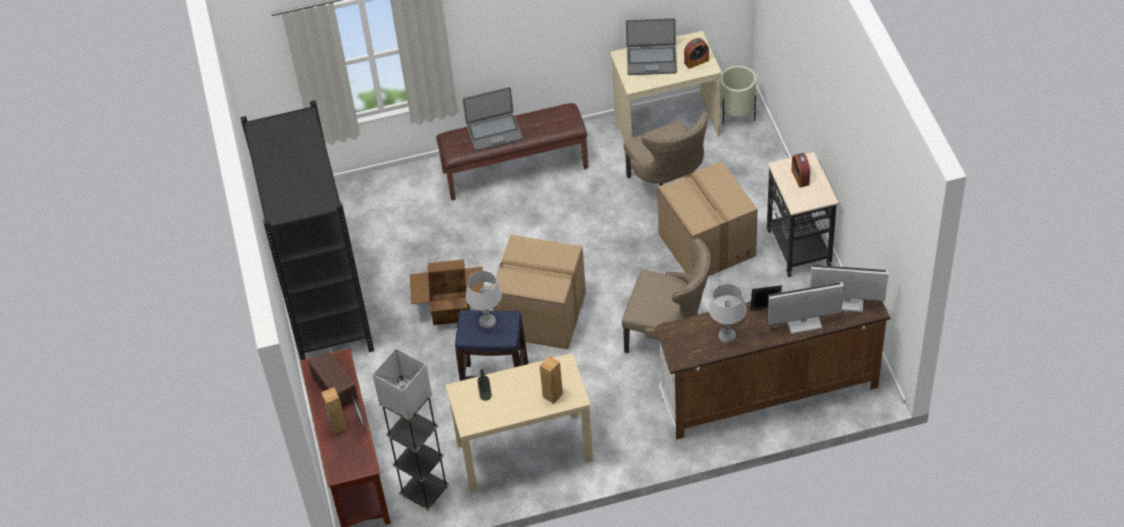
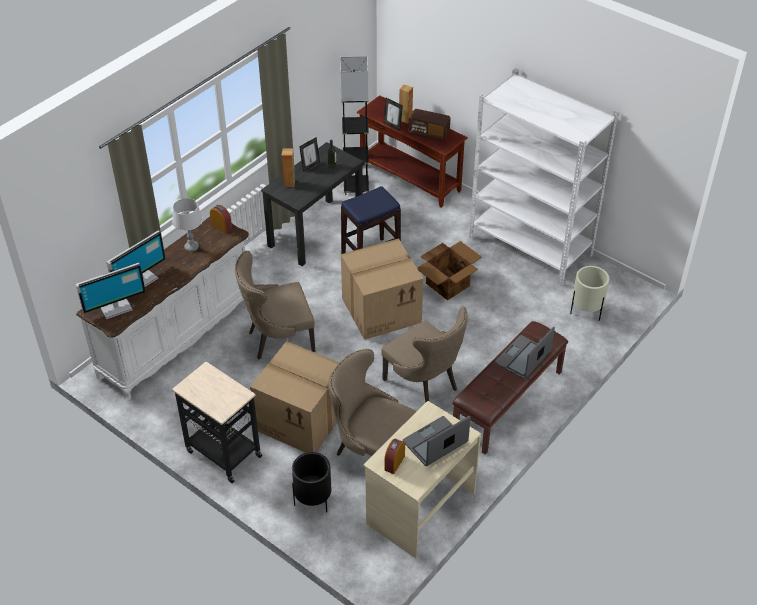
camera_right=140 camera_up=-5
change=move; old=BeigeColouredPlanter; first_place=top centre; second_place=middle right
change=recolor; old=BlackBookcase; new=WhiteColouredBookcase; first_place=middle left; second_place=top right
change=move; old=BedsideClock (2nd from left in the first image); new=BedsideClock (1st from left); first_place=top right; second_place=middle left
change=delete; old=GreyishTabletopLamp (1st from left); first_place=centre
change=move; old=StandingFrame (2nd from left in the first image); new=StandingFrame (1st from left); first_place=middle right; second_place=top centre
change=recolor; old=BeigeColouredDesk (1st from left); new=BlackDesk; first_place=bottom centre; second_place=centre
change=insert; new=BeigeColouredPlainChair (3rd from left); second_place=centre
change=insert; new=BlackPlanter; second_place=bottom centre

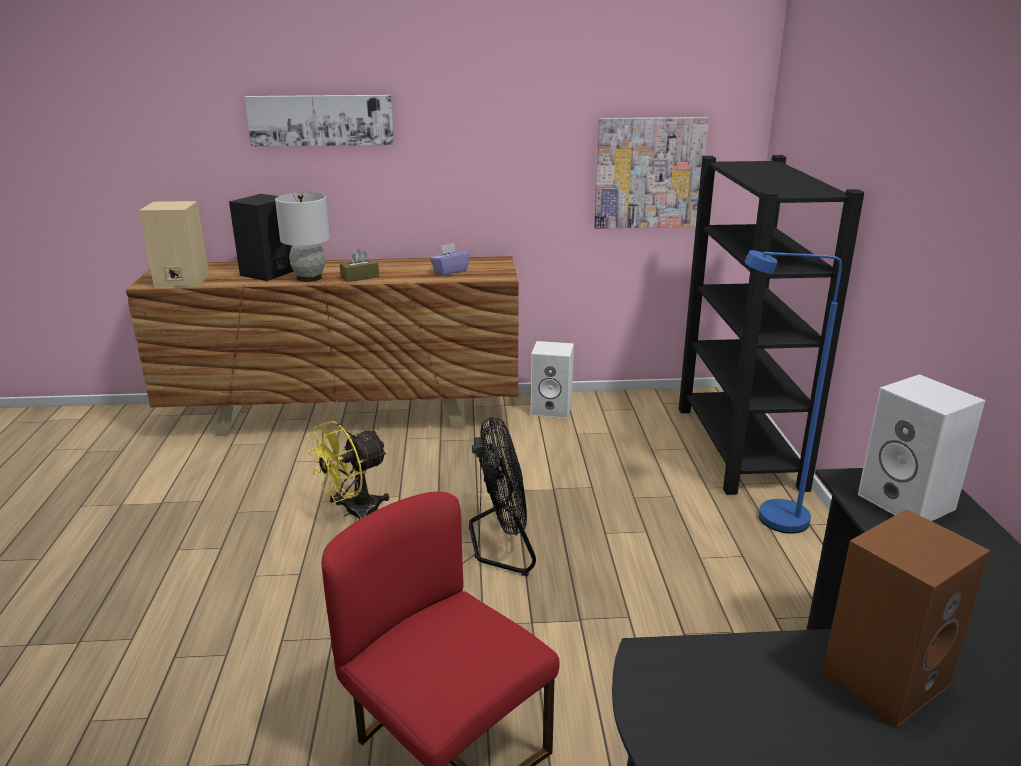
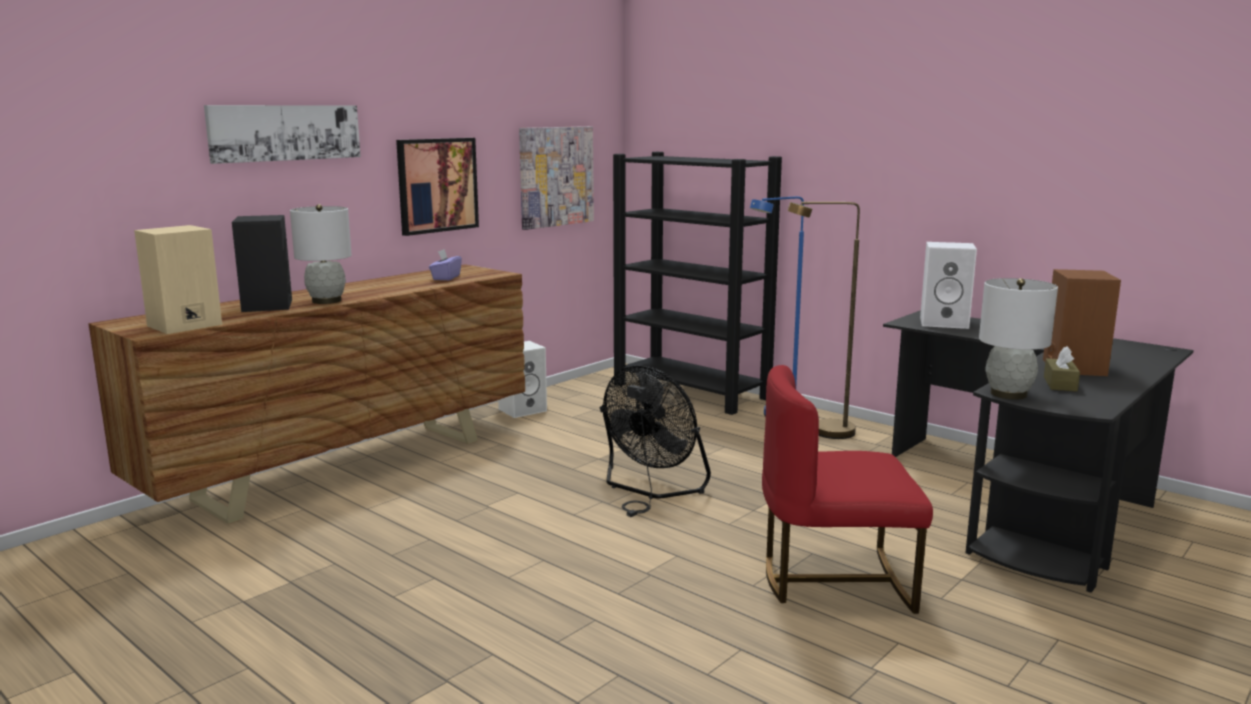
camera_right=-45 camera_up=-10
change=move; old=BrownTissueBox; first_place=centre; second_place=middle right
change=delete; old=YellowColouredFan; first_place=centre
change=insert; new=Picture (2nd from left); second_place=top centre
change=insert; new=BrownStandingLamp; second_place=centre
change=insert; new=WhiteColouredTabletopLamp (2nd from left); second_place=middle right

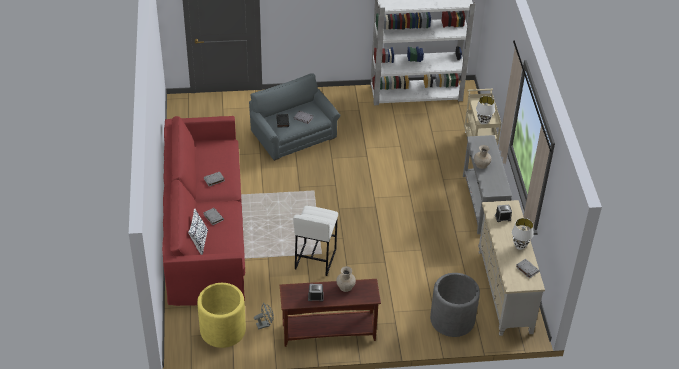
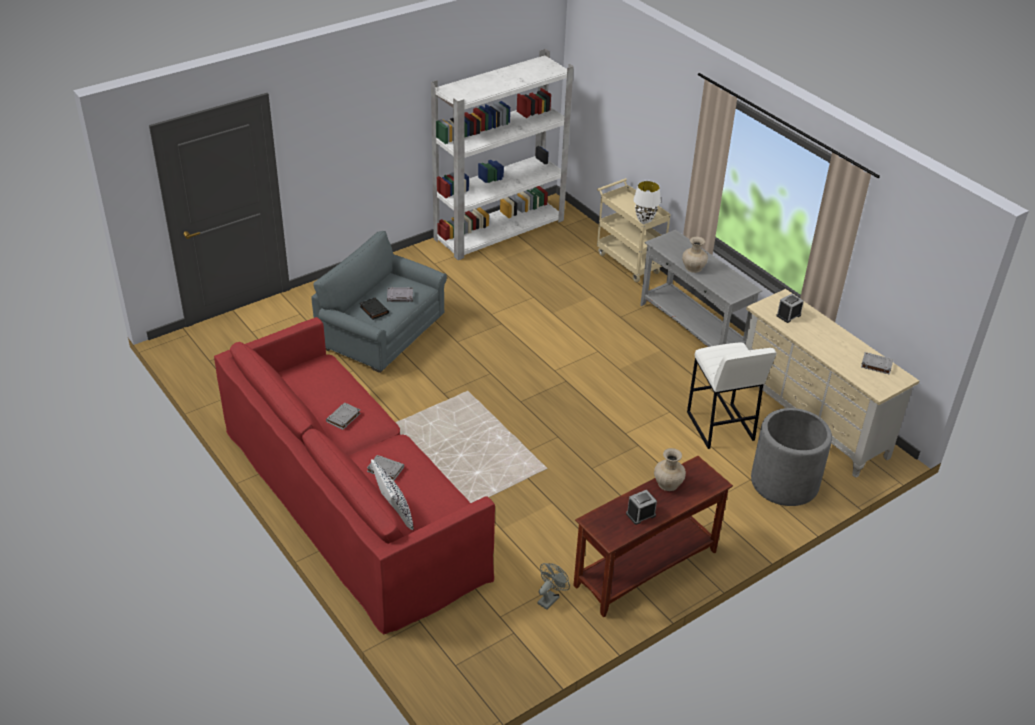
camera_right=-30 camera_up=-5
change=move; old=WhiteColouredStool; first_place=centre; second_place=middle right
change=delete; old=WhiteColouredTabletopLamp (2nd from left); first_place=middle right
change=delete; old=YellowColouredPlanter; first_place=bottom left

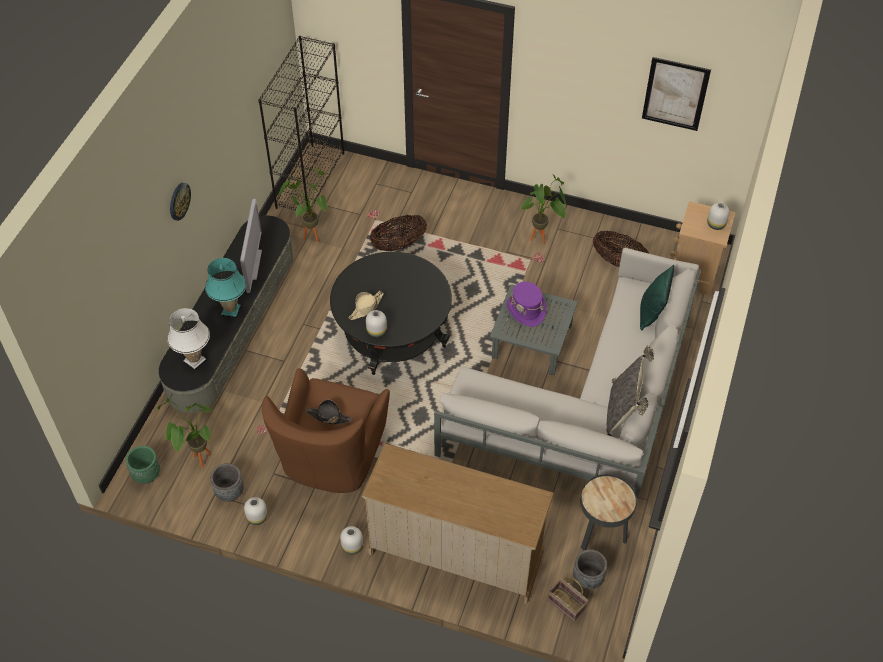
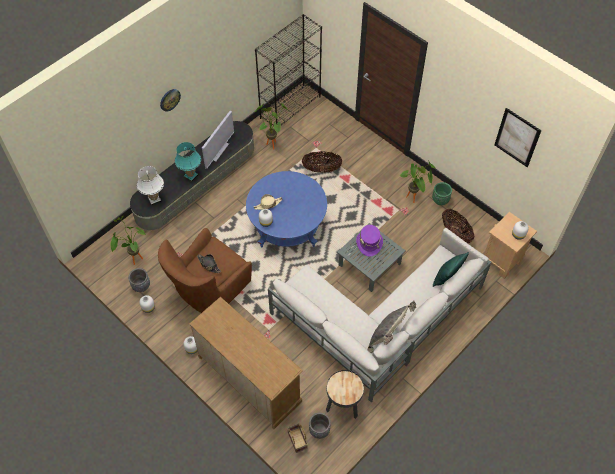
camera_right=25 camera_up=5
change=recolor; old=BlackLoungeTable; new=BlueColouredLoungeTable; first_place=centre; second_place=centre
change=move; old=GreenPlanter; first_place=bottom left; second_place=middle right

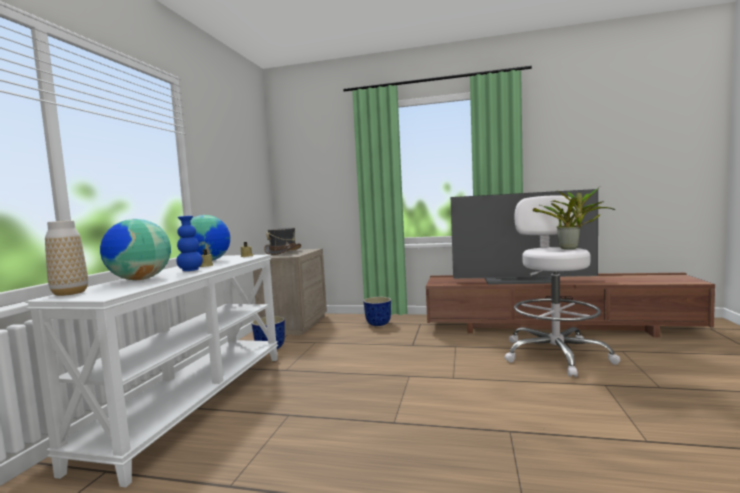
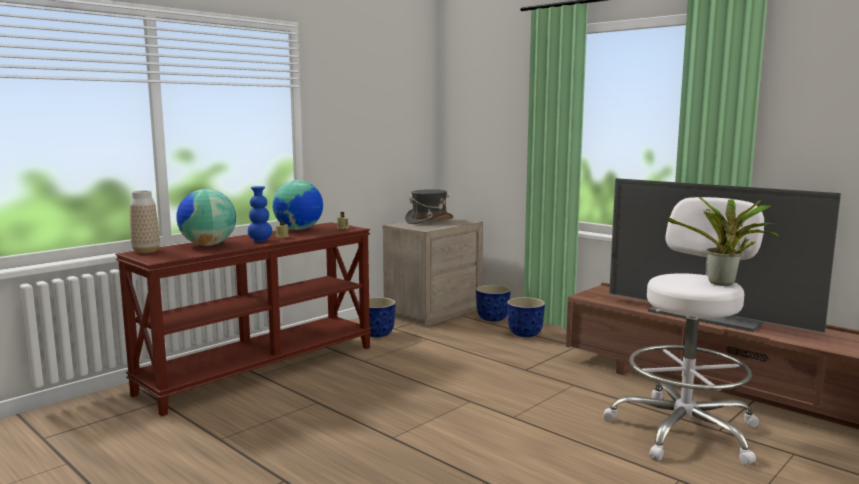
camera_right=30 camera_up=5
change=recolor; old=WhiteColouredConsoleTable; new=BrownConsoleTable; first_place=bottom left; second_place=middle left
change=insert; new=Planter (2nd from left); second_place=centre

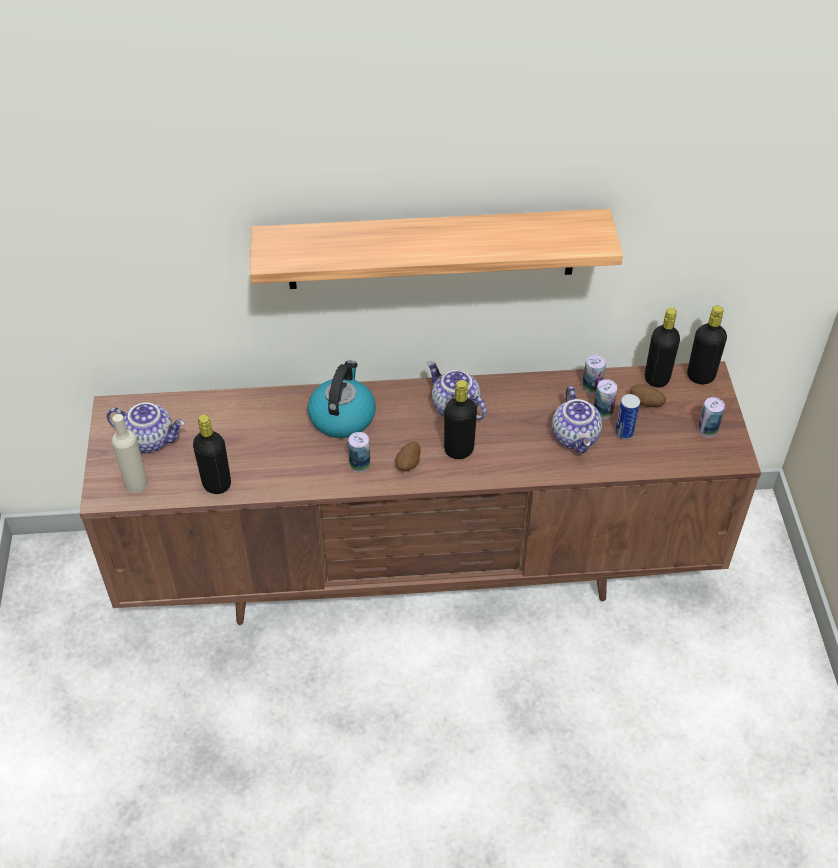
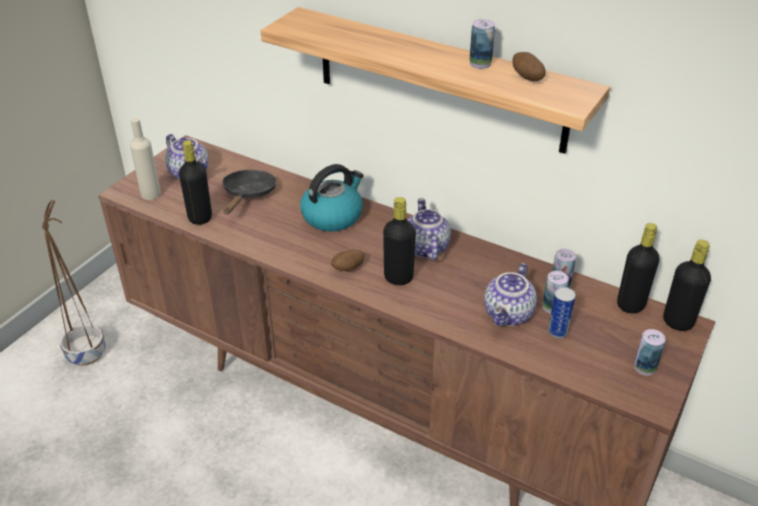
camera_right=35 camera_up=-10
change=move; old=WholePotato (2nd from left); first_place=middle right; second_place=top right
change=move; old=SealedCan (1st from left); first_place=centre; second_place=top centre
change=insert; new=BlackFryingPan; second_place=middle left
change=insert; new=BrownPlanter; second_place=middle left

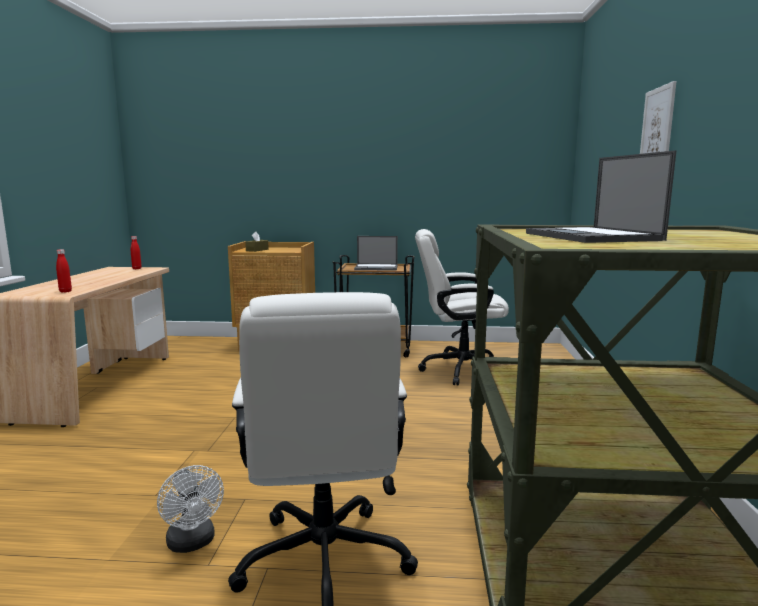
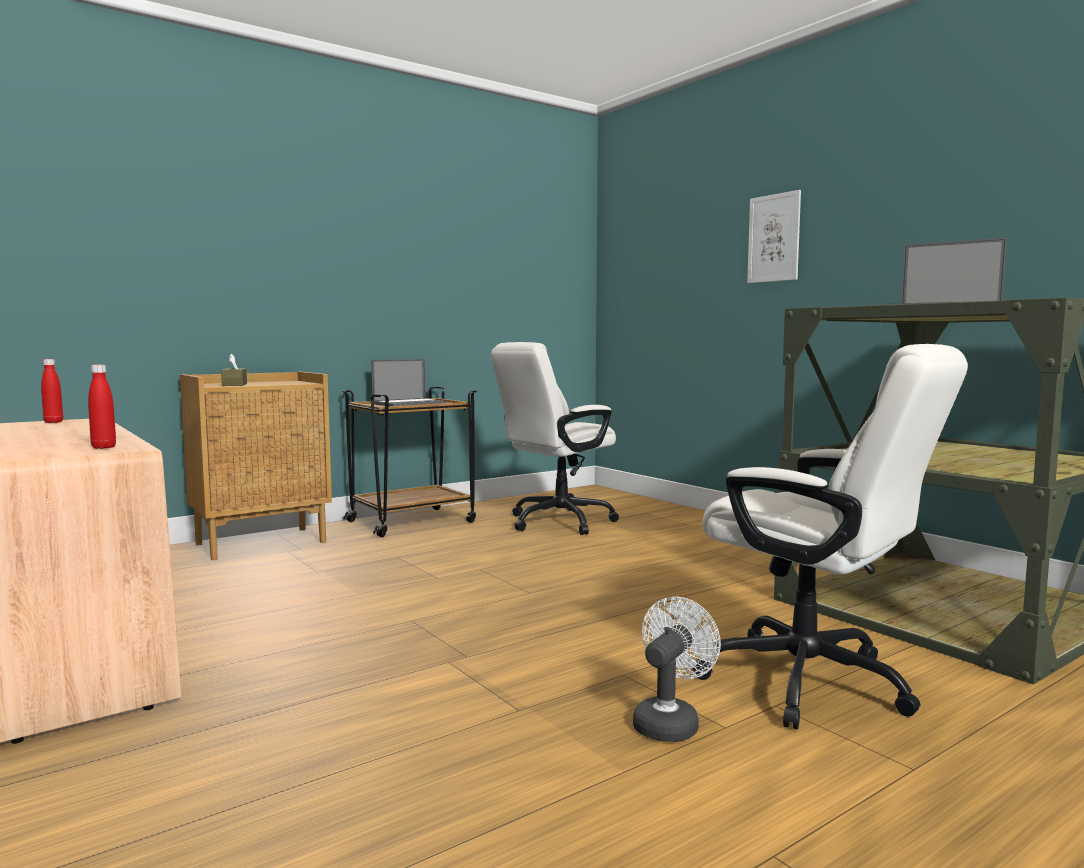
camera_right=-40 camera_up=-5
change=rotate; old=WhiteColouredFan; first_place=bottom left; second_place=bottom centre; degrees=-75

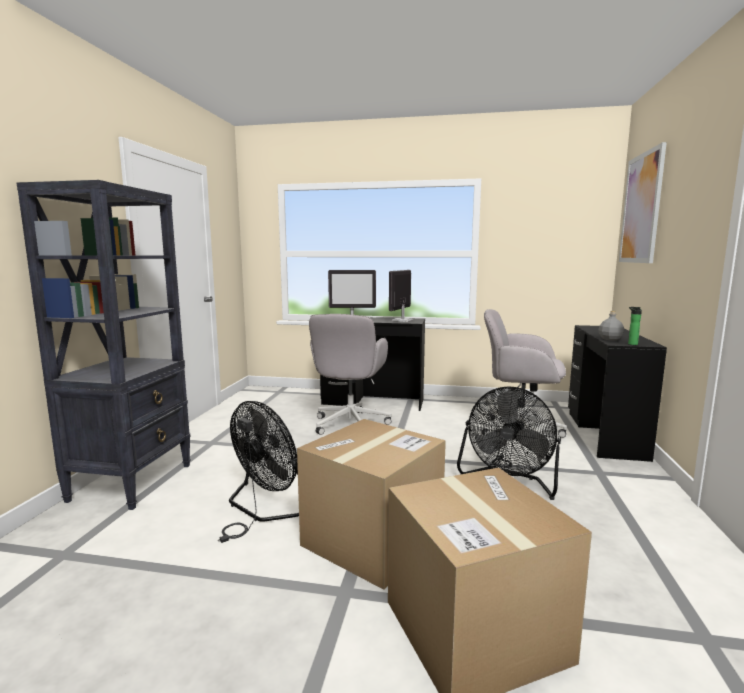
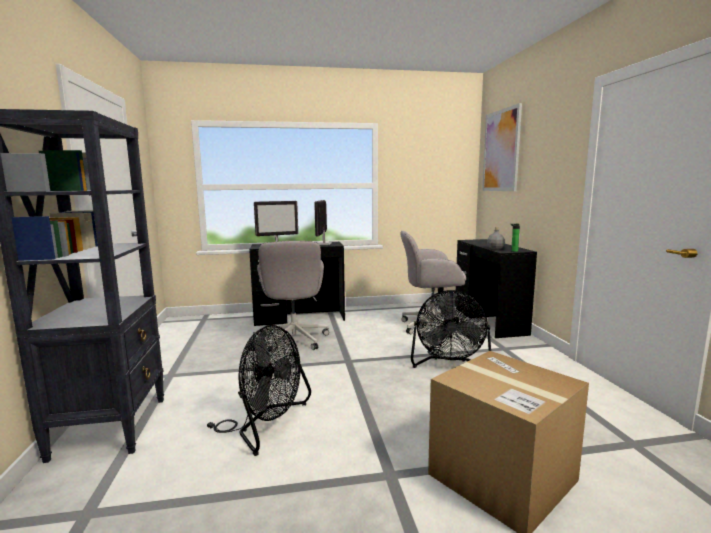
camera_right=-20 camera_up=0
change=rotate; old=BlackFan (1st from left); first_place=bottom centre; second_place=bottom centre; degrees=90
change=delete; old=CardboardBox (1st from left); first_place=bottom centre

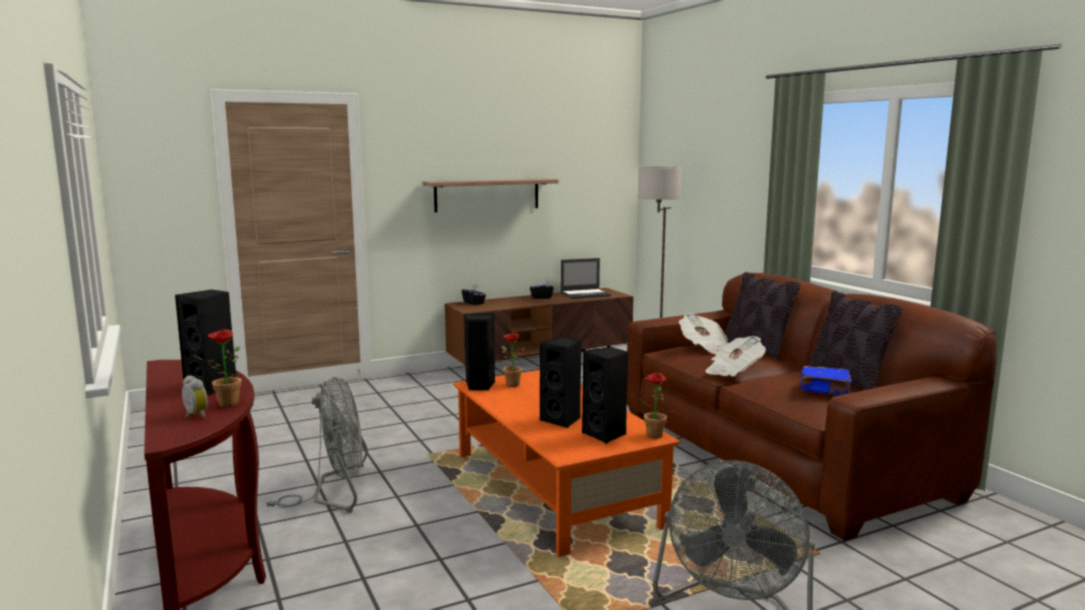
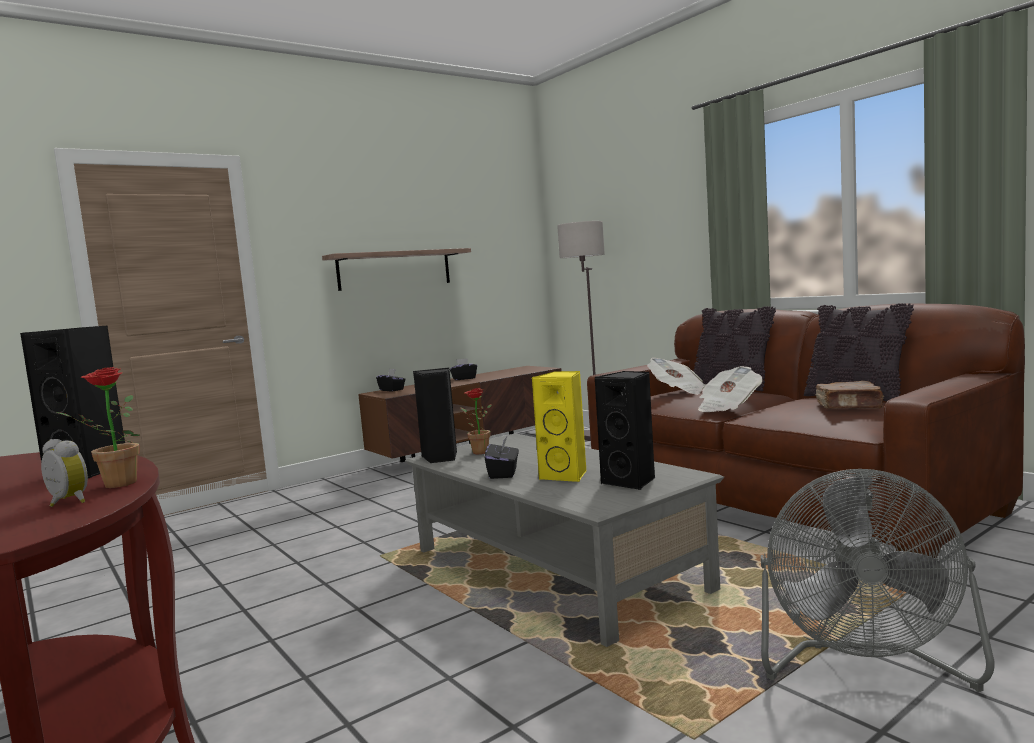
camera_right=-10 camera_up=-5
change=delete; old=PortableComputer; first_place=centre
change=recolor; old=BlackAudioSpeaker (3rd from left); new=YellowColouredAudioSpeaker; first_place=centre; second_place=centre
change=recolor; old=BlueColouredBoundBook; new=BrownBoundBook; first_place=middle right; second_place=middle right
change=recolor; old=OrangeyLoungeTable; new=GreyishLoungeTable; first_place=bottom centre; second_place=bottom centre
change=delete; old=Houseplant (3rd from left); first_place=centre
change=delete; old=GreyishFan (1st from left); first_place=bottom left
change=insert; new=BlackTissueBox (3rd from left); second_place=centre

